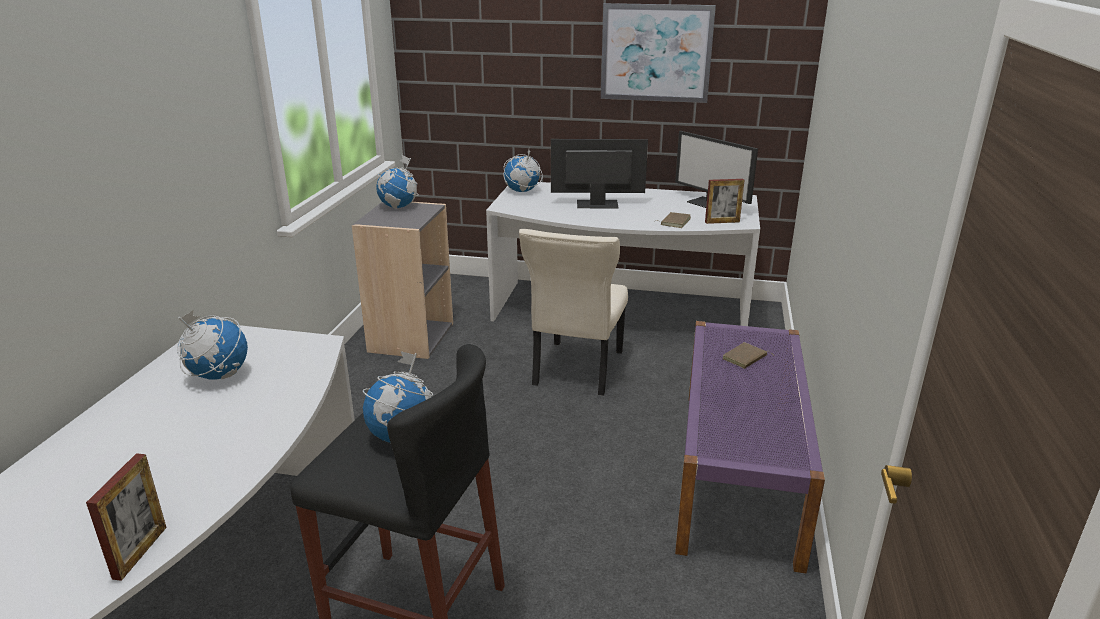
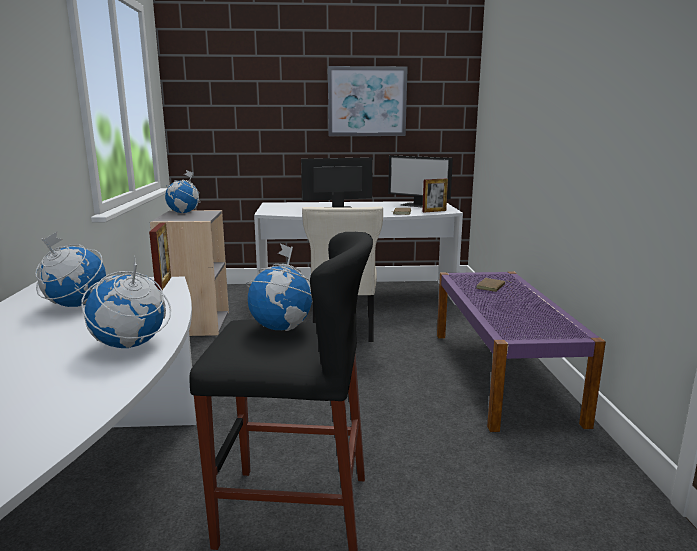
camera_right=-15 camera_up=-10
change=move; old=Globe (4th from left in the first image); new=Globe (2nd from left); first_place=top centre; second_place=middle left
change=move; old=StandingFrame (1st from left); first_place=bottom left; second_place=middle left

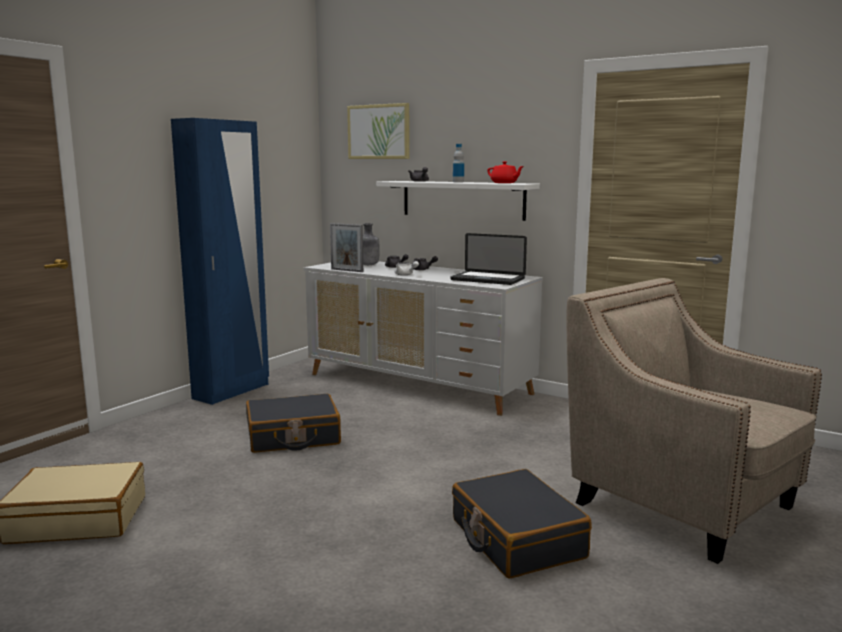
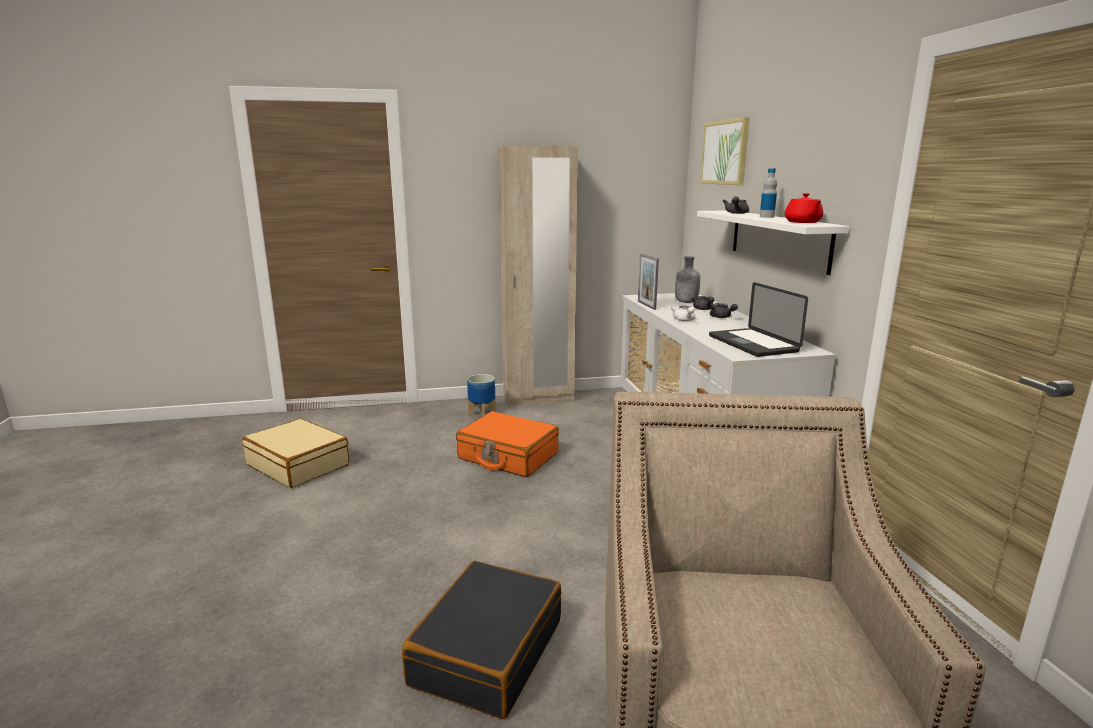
camera_right=45 camera_up=5
change=recolor; old=BlueColouredClothesCupboard; new=BeigeColouredClothesCupboard; first_place=middle left; second_place=centre
change=recolor; old=BlackPieceOfLuggage (1st from left); new=OrangeyPieceOfLuggage; first_place=bottom centre; second_place=centre
change=insert; new=Planter; second_place=centre

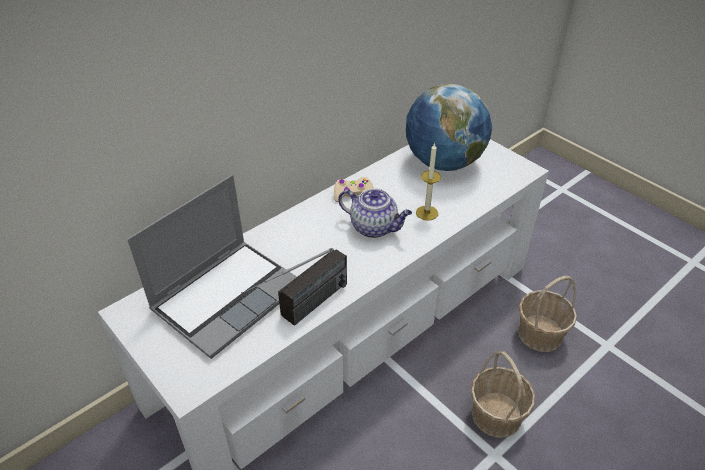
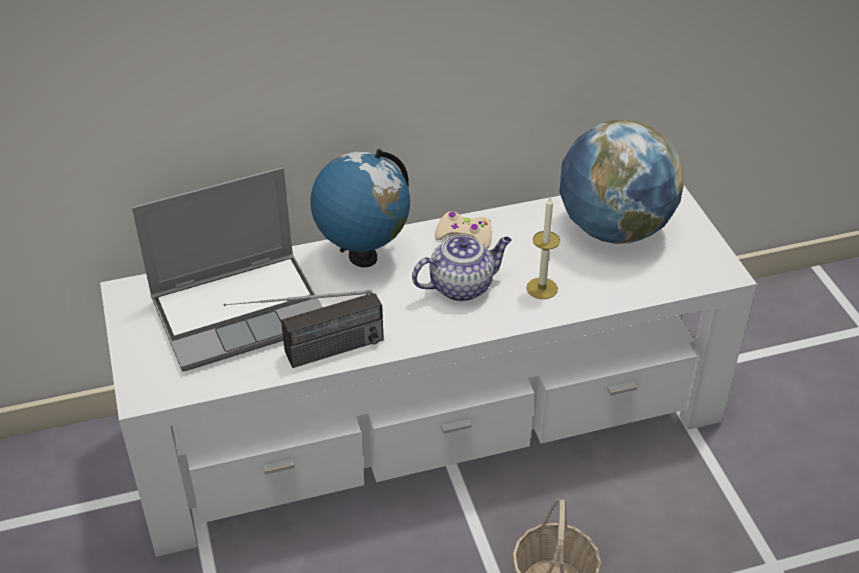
camera_right=25 camera_up=0
change=rotate; old=TeaPot; first_place=centre; second_place=centre; degrees=-75
change=delete; old=StorageBasket (2nd from left); first_place=bottom right
change=insert; new=Globe (1st from left); second_place=centre

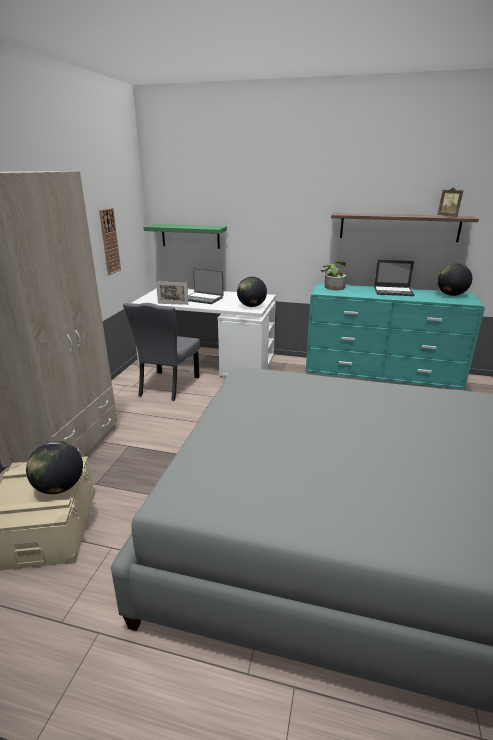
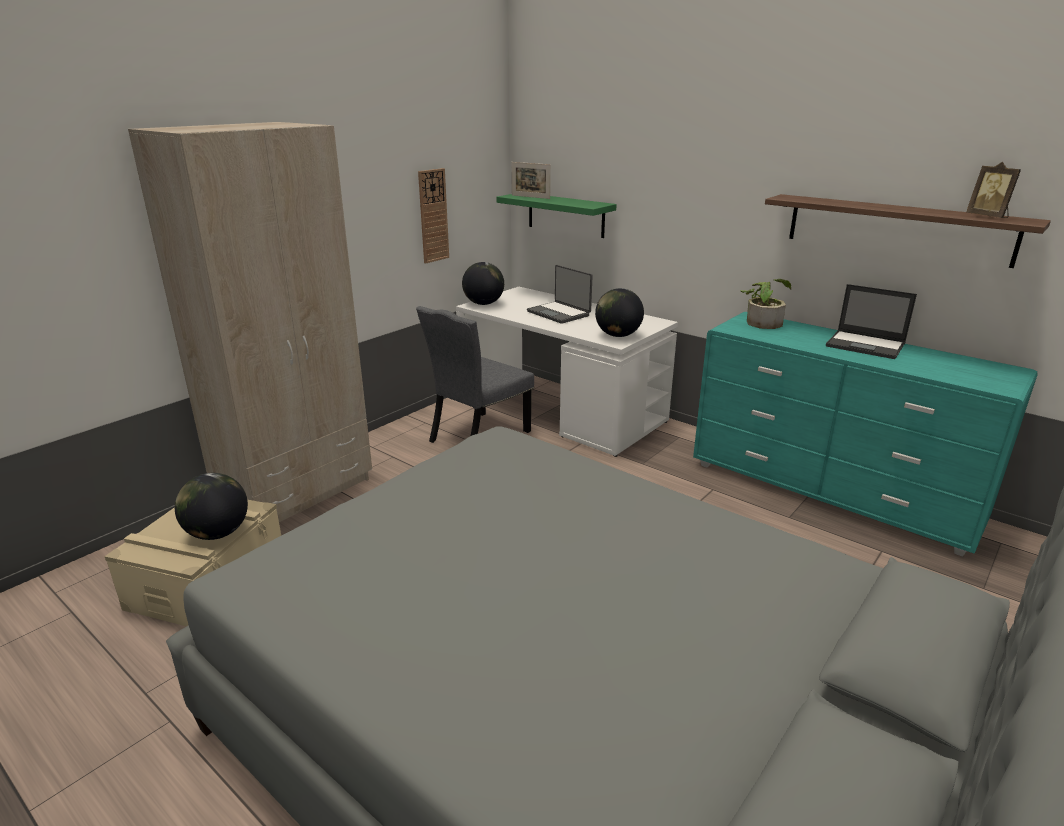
camera_right=25 camera_up=0
change=move; old=Globe (3rd from left in the first image); new=Globe (2nd from left); first_place=middle right; second_place=centre
change=move; old=StandingFrame (1st from left); first_place=centre; second_place=top centre

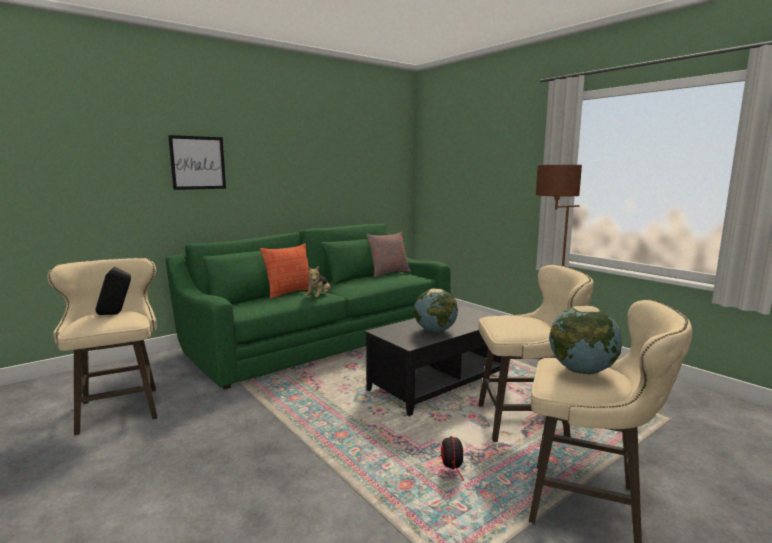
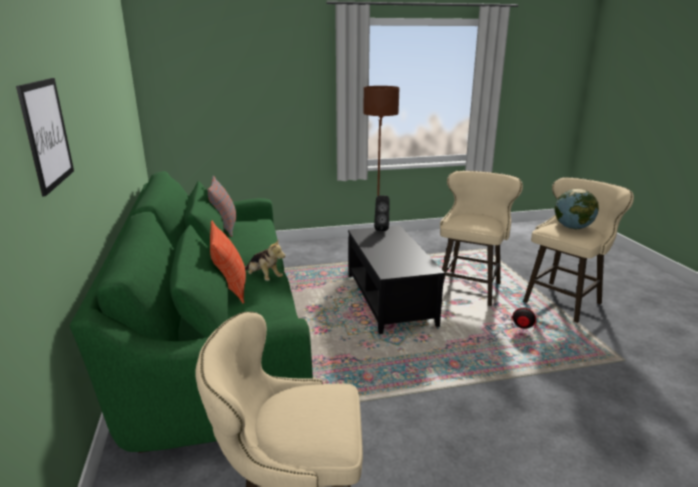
camera_right=-65 camera_up=10
change=move; old=BlackAudioSpeaker; first_place=middle left; second_place=centre
change=delete; old=Globe (1st from left); first_place=centre

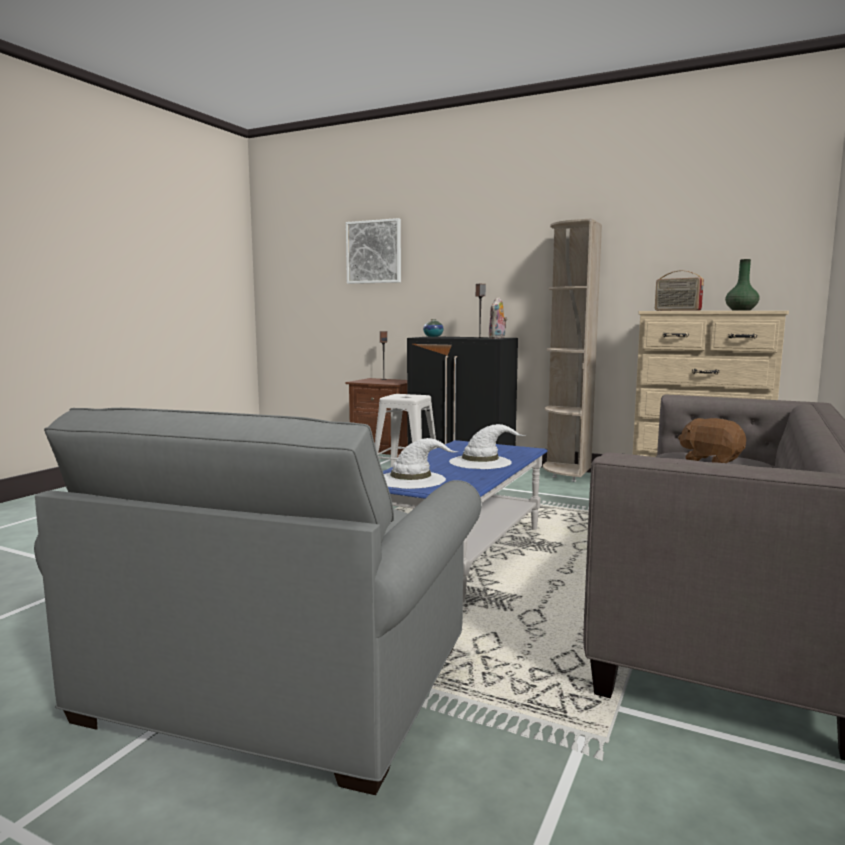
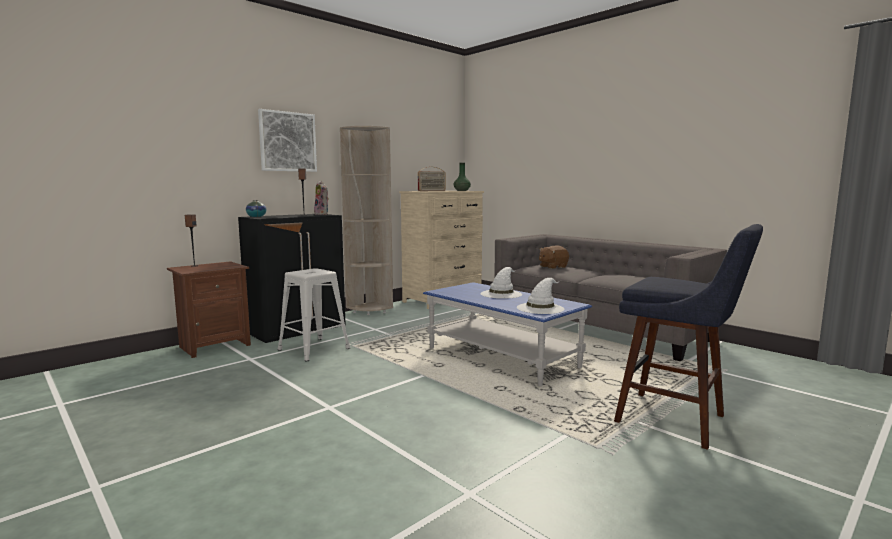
camera_right=-70 camera_up=0
change=move; old=Picture; first_place=top centre; second_place=top left
change=replace; old=GreyishEasyChair; new=BlueColouredStool; first_place=bottom left; second_place=middle right

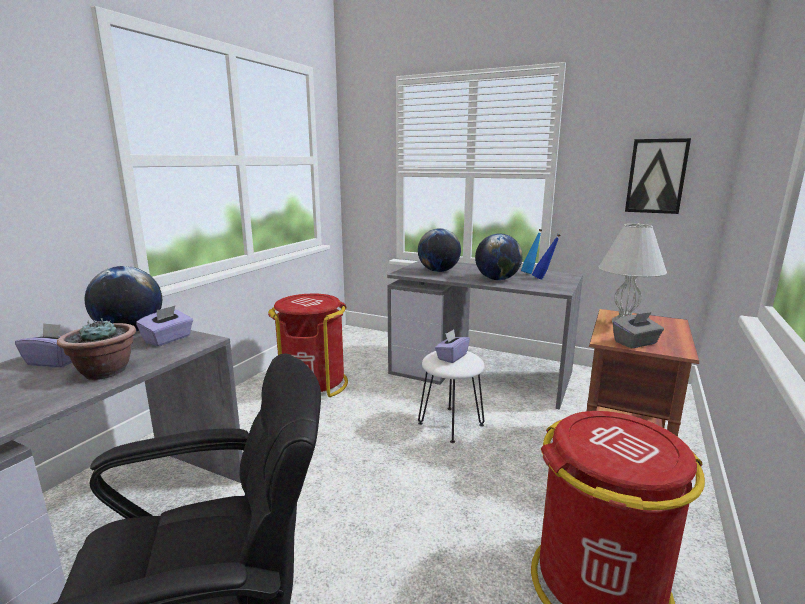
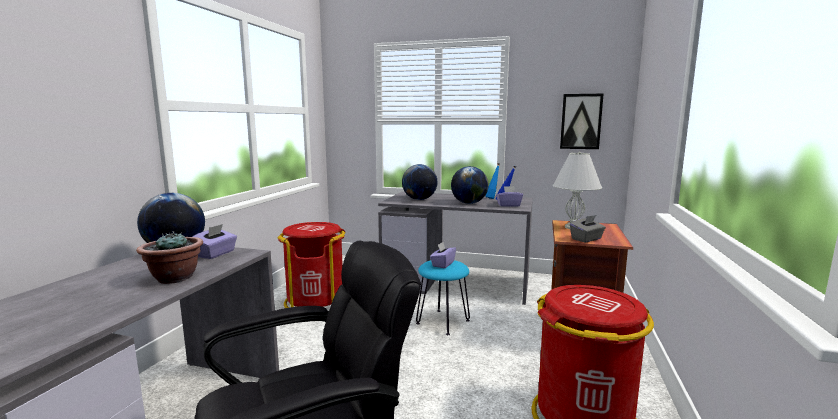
camera_right=-10 camera_up=-5
change=move; old=PurpleColouredTissueBox (1st from left in the first image); new=PurpleColouredTissueBox (3rd from left); first_place=middle left; second_place=centre
change=recolor; old=WhiteColouredStool; new=BlueGreenStool; first_place=centre; second_place=bottom centre

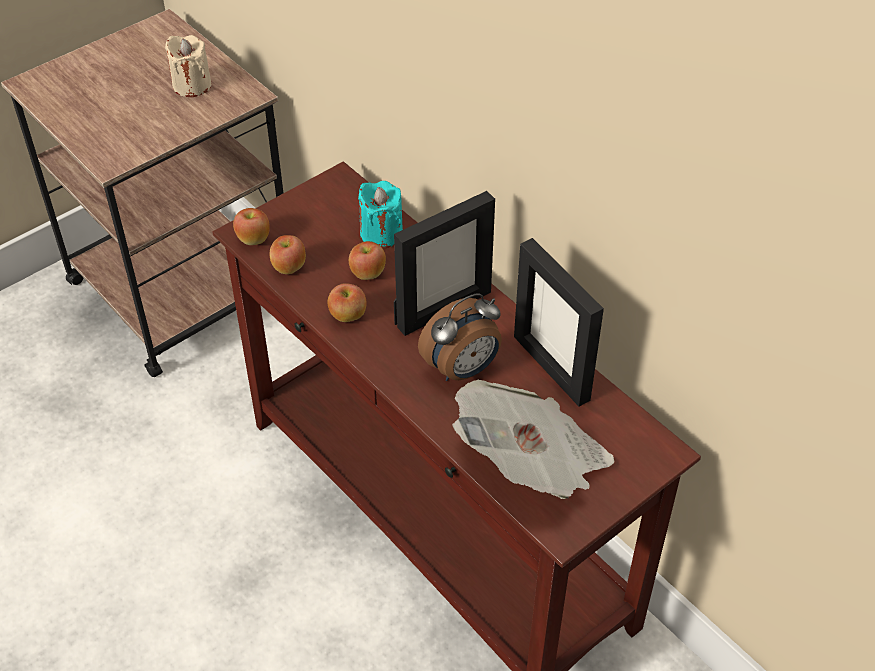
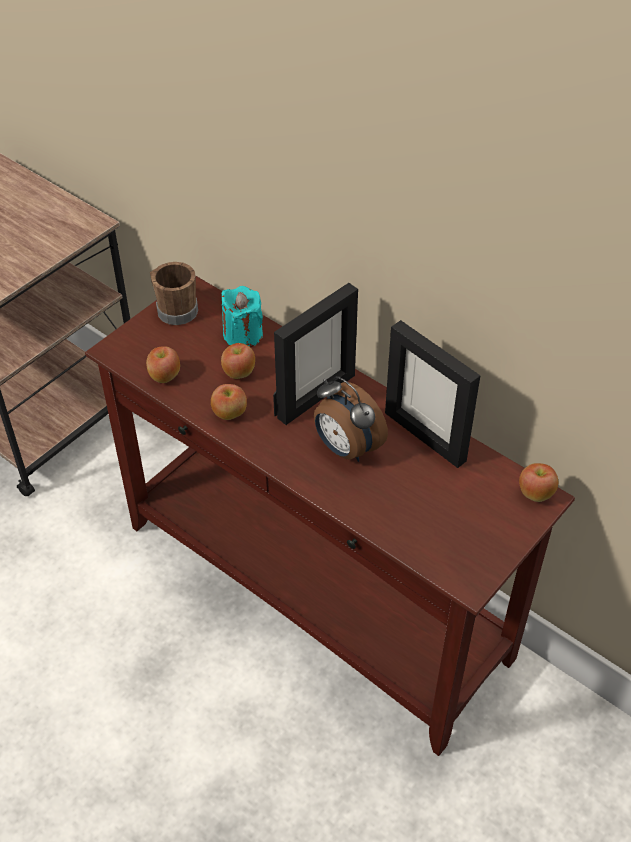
camera_right=-10 camera_up=0
change=delete; old=BeigeColouredWaxCandle; first_place=top left
change=move; old=AppleFruit (1st from left in the first image); new=AppleFruit (4th from left); first_place=middle left; second_place=middle right
change=rotate; old=BedsideClock; first_place=centre; second_place=centre; degrees=90
change=delete; old=DailyPaper; first_place=centre
change=insert; new=BrownCoffeeMug; second_place=middle left

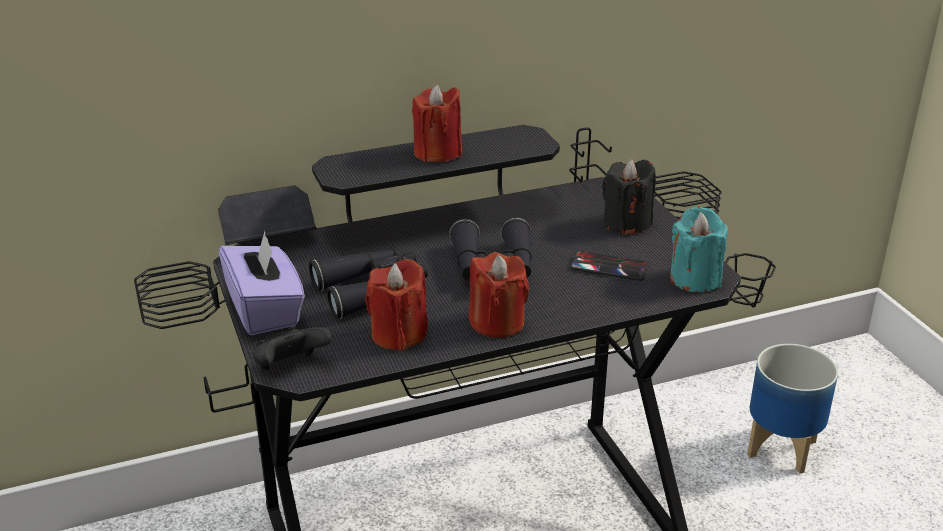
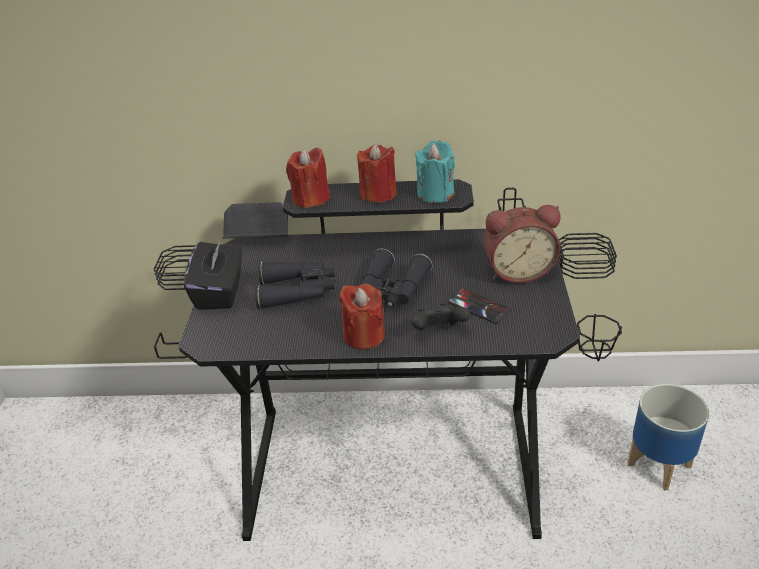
camera_right=25 camera_up=5
change=replace; old=BlackWaxCandle; new=BedsideClock; first_place=middle right; second_place=middle right
change=move; old=BlueGreenWaxCandle; first_place=middle right; second_place=top centre
change=recolor; old=PurpleColouredTissueBox; new=BlackTissueBox; first_place=middle left; second_place=middle left
change=move; old=RedColouredWaxCandle (1st from left); first_place=centre; second_place=top centre
change=move; old=BlackJoypad; first_place=middle left; second_place=centre

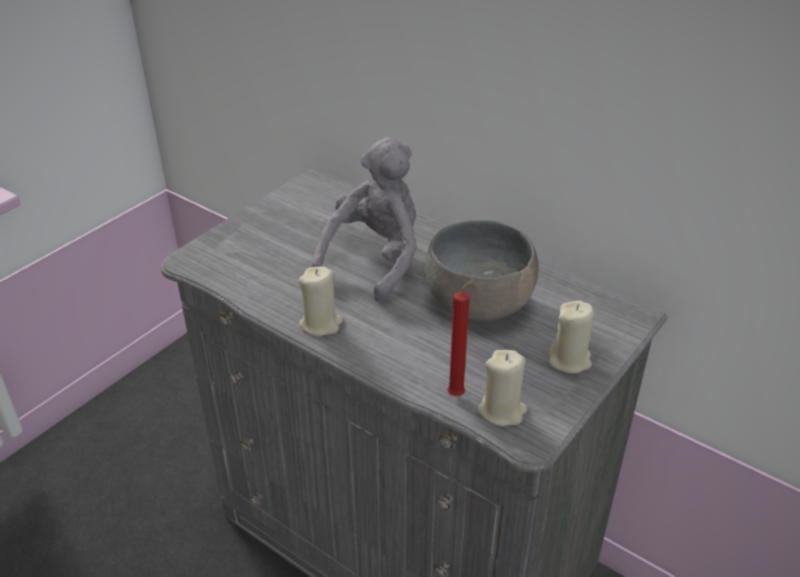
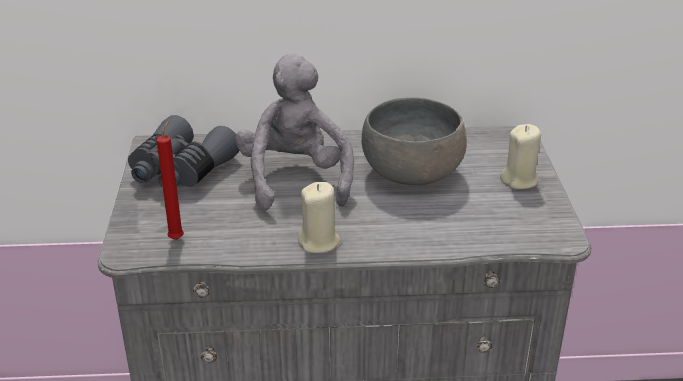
camera_right=-40 camera_up=-5
change=move; old=RedColouredWaxCandle; first_place=centre; second_place=middle left
change=delete; old=BeigeColouredWaxCandle (2nd from left); first_place=bottom centre
change=insert; new=GreyishPairOfBinoculars; second_place=middle left

